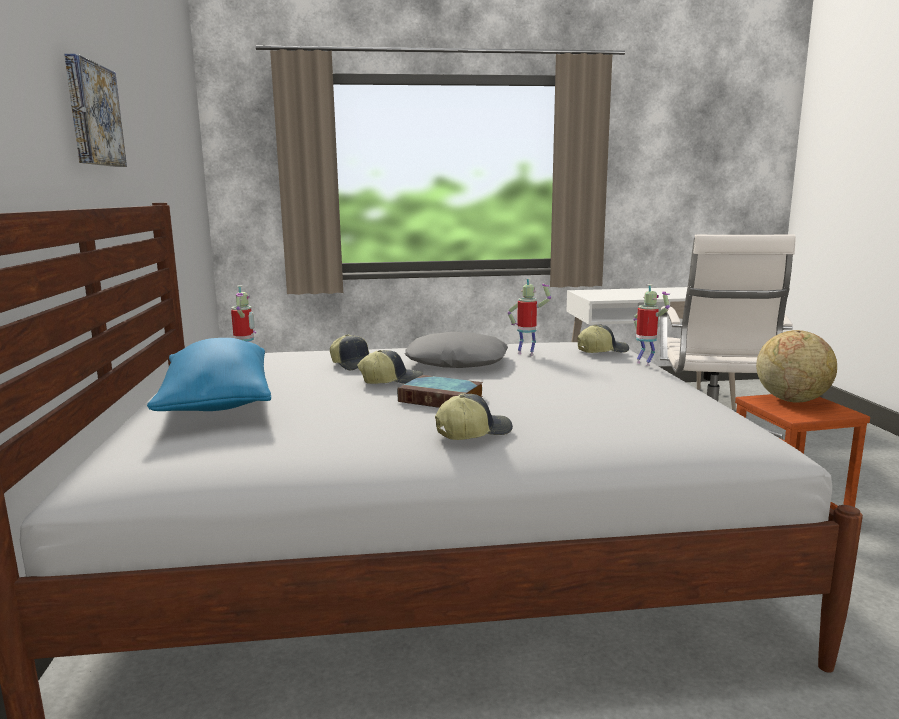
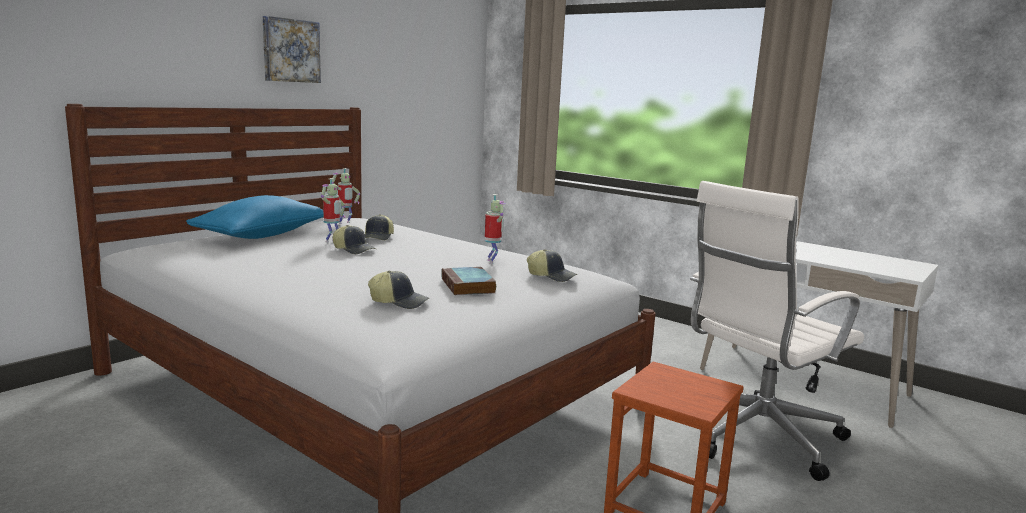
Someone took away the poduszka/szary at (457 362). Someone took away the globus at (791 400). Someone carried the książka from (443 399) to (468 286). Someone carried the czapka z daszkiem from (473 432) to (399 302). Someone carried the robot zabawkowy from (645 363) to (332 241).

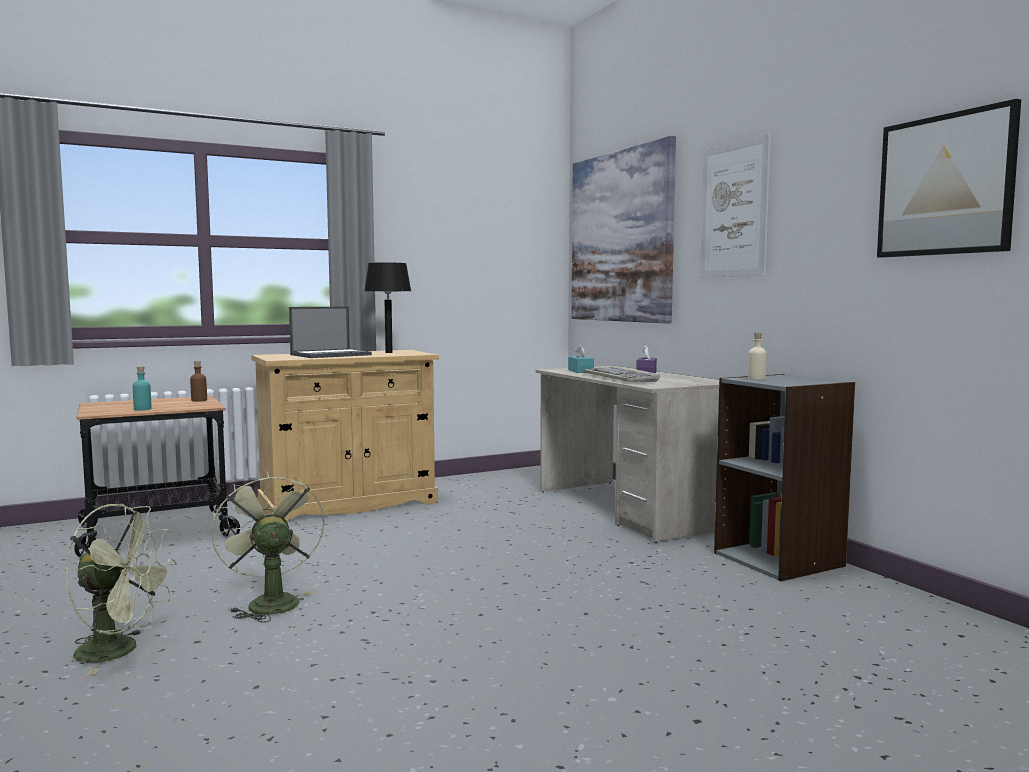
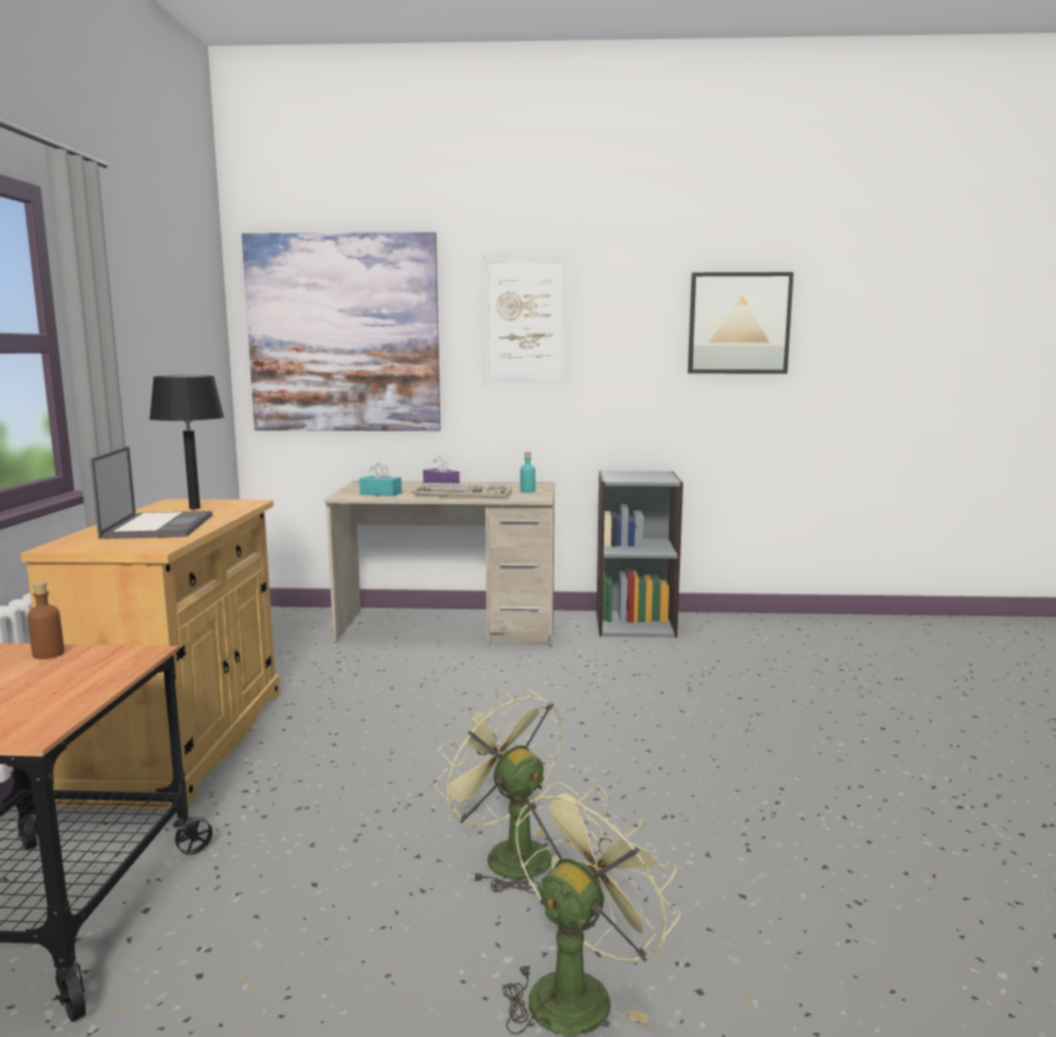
Someone took away the butelka/beżowy at (756 378). Someone carried the butelka/turkusowy from (142 409) to (527 491). Someone rotated the wentylator/zielony at (269 602) by 45 degrees clockwise.

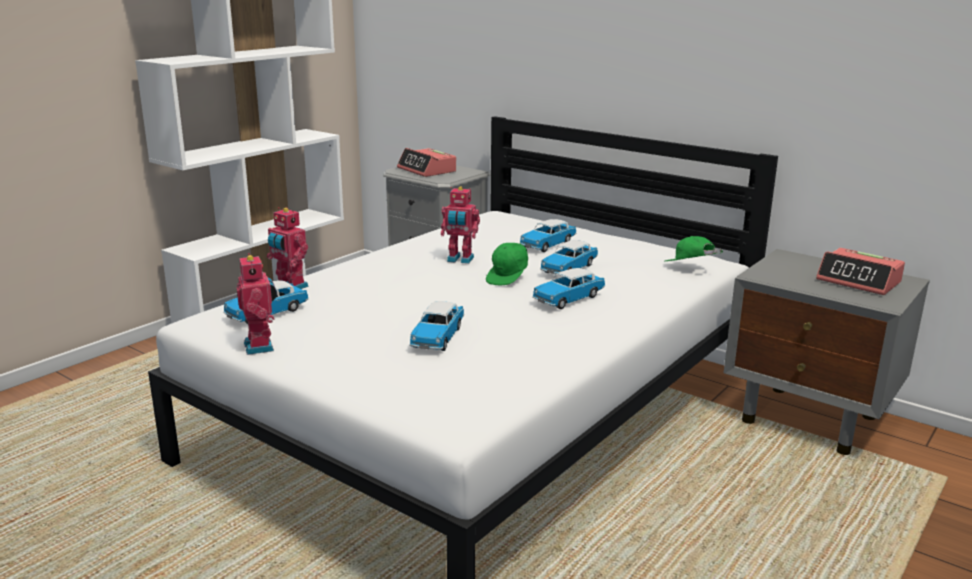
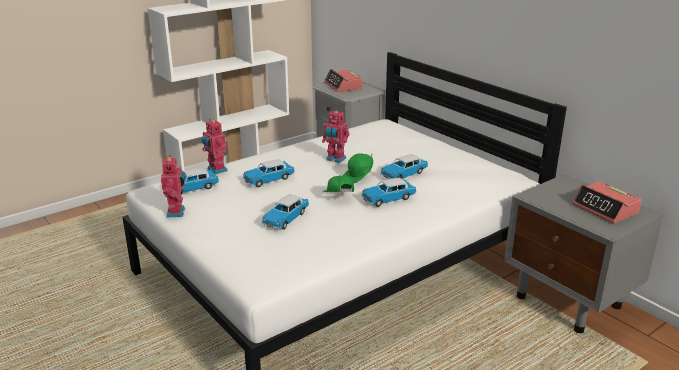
Someone carried the samochodzik from (547 245) to (268 180). Someone carried the czapka z daszkiem/zielony from (689 268) to (339 198).

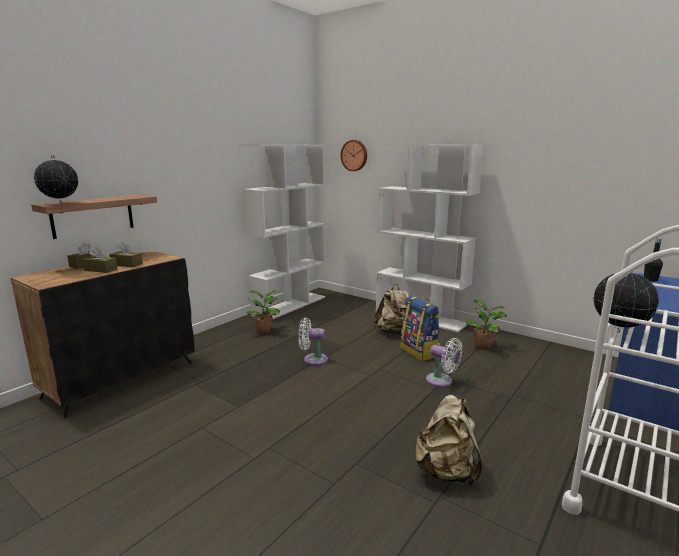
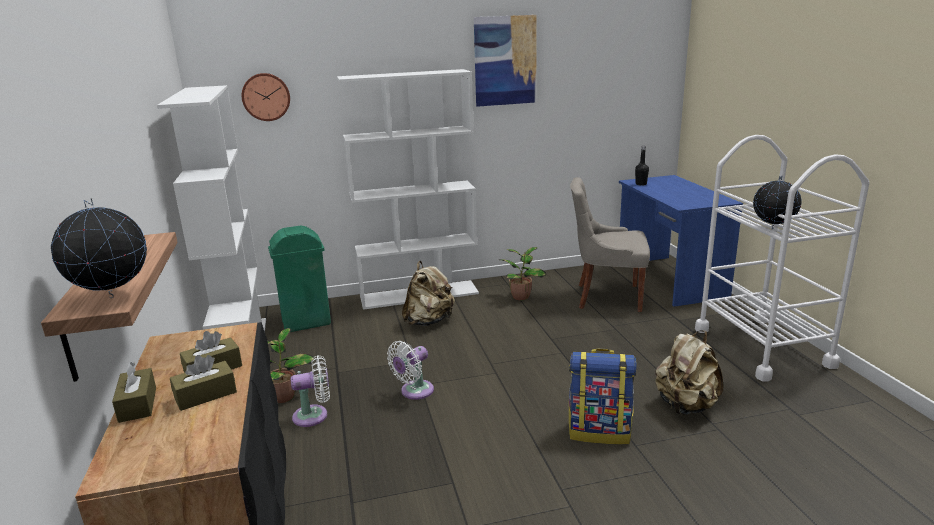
Someone put down the kosz na śmieci/zielony at (306 323). Someone put up the obraz at (505 61). Someone put down the krzesło/szary at (606 297). Someone carried the plecak from (420 352) to (600 431). Someone carried the wentylator/biały from (442 381) to (314 415).

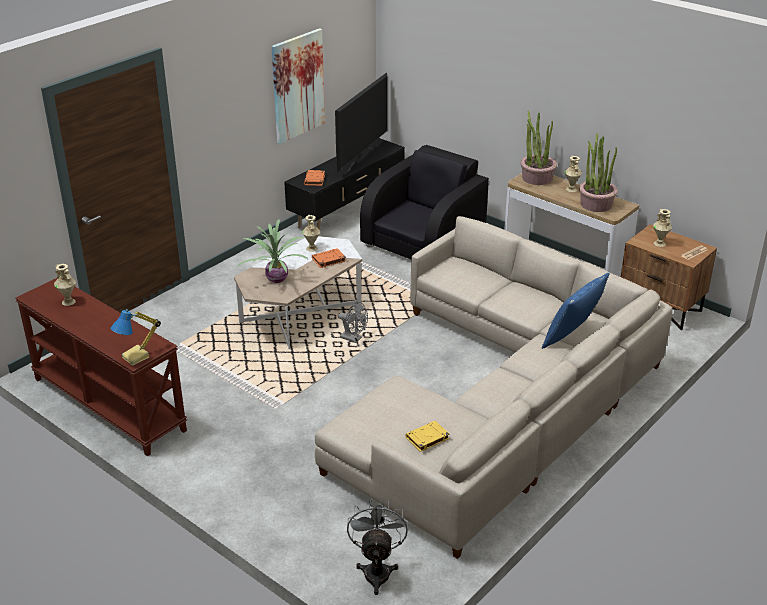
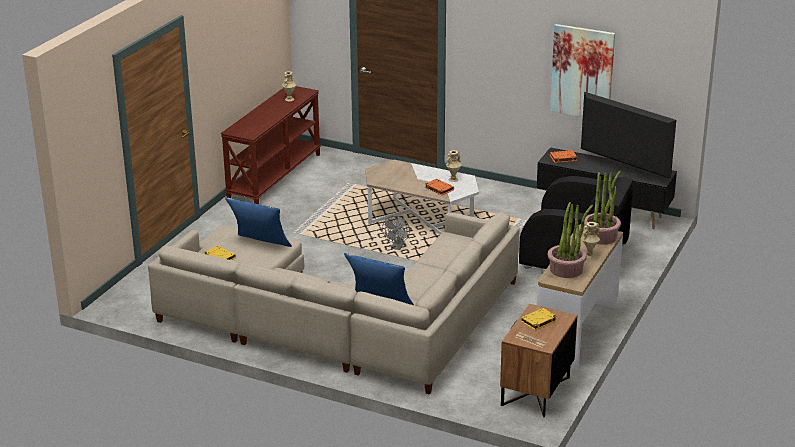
Someone took away the lampa stołowa at (136 357). Someone took away the roślina doniczkowa at (275 279). Someone took away the wentylator/szary at (377 570). Someone put down the poduszka/niebieski at (260 245). Someone swapped the wazon/beżowy at (660 243) for the książka/żółty at (538 321). Someone rotated the telewizor at (362 158) by 150 degrees counterclockwise.

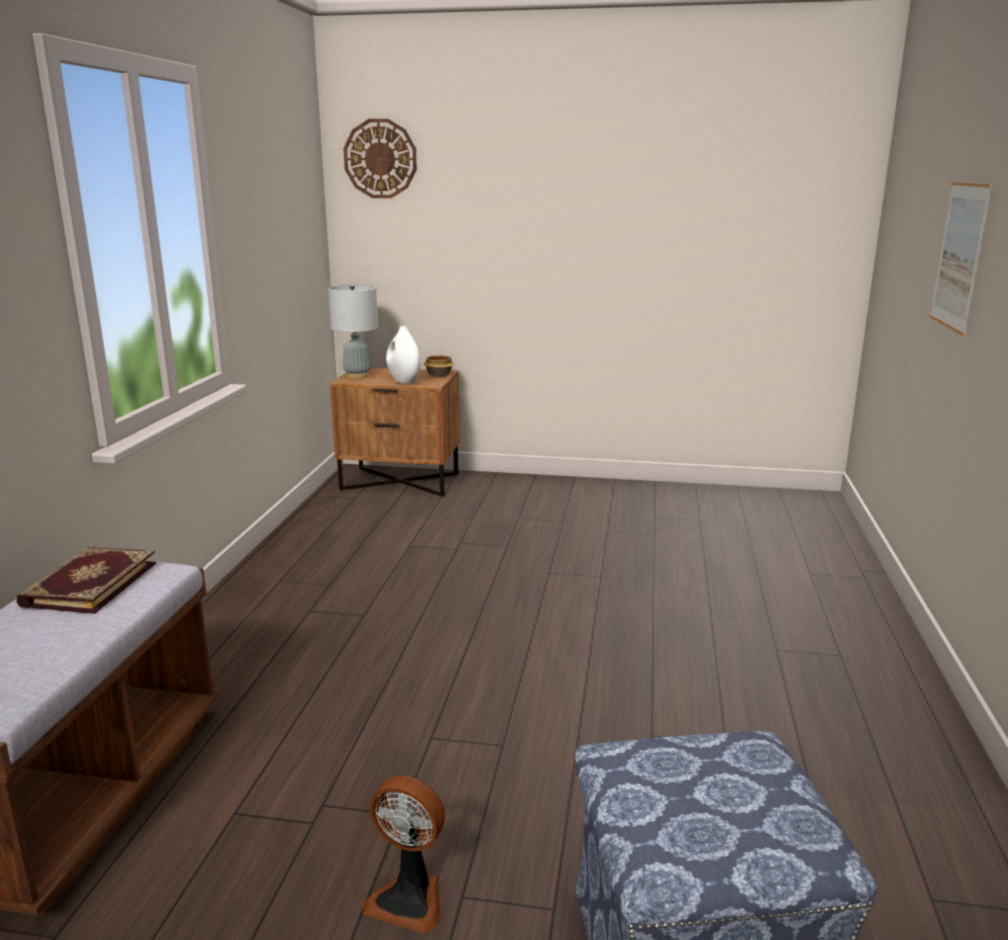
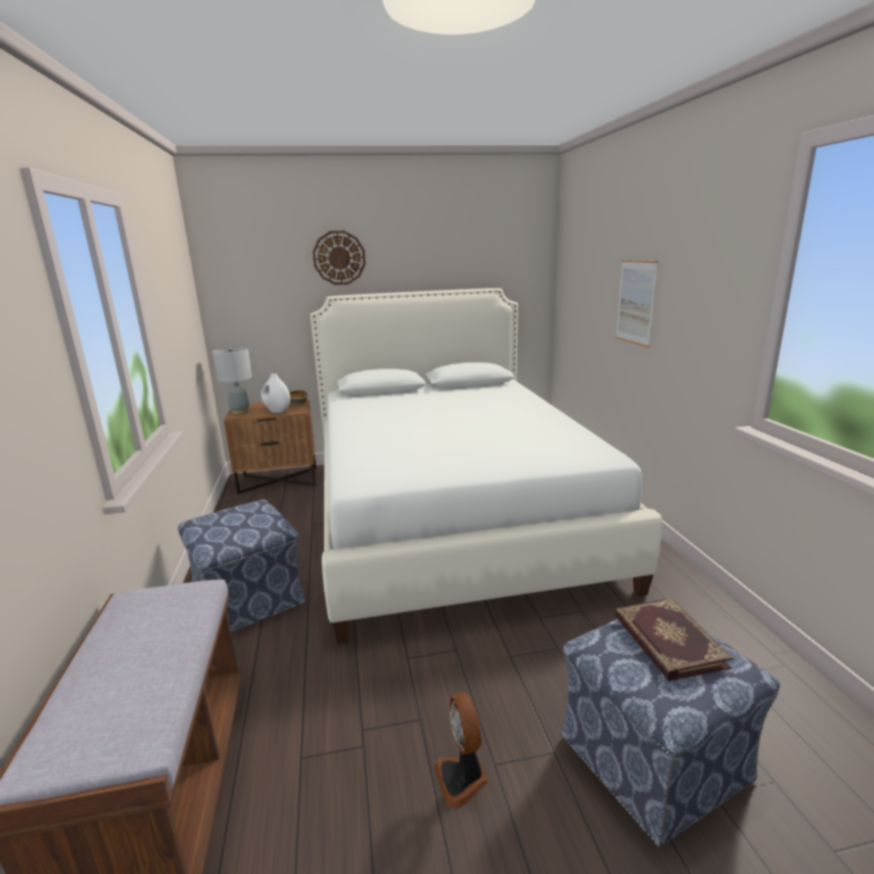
Someone put down the pufa at (249 600). Someone put down the łóżko/biały at (451 514). Someone carried the książka from (89 584) to (667 641). Someone carried the zegar ścienny from (380 159) to (339 258). Someone rotated the wentylator at (409 899) by 75 degrees clockwise.

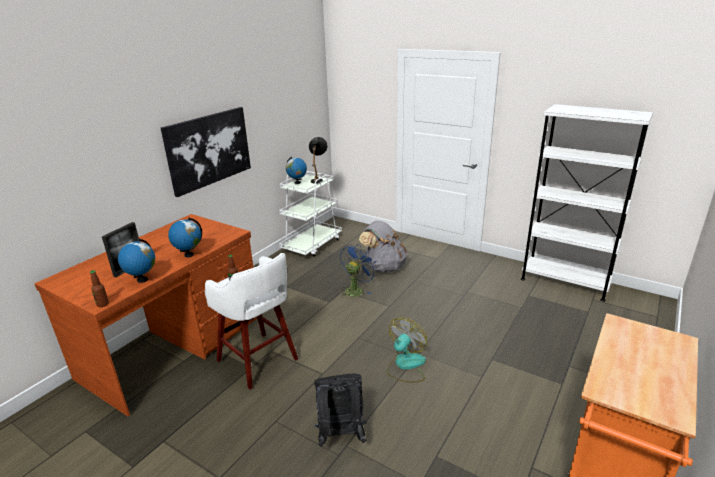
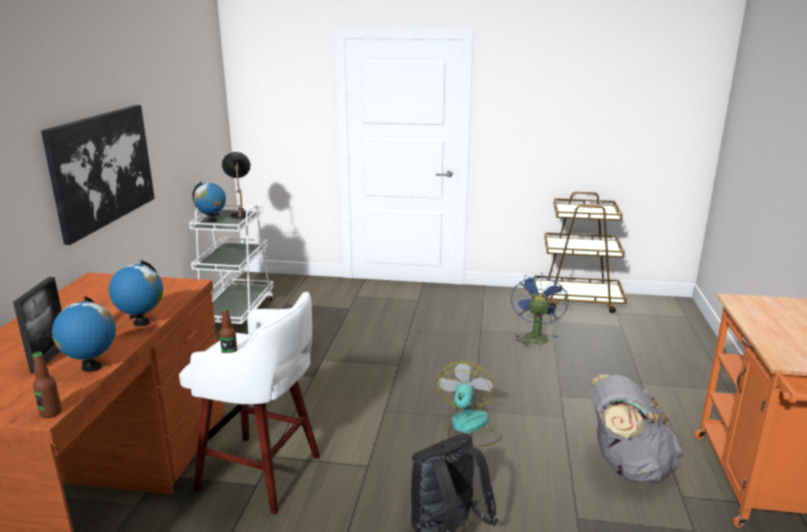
Someone carried the wentylator/niebieski from (356 289) to (535 336). Someone carried the plecak/szary from (384 267) to (626 465). Someone swapped the regał/biały at (564 282) for the wózek/brązowy at (577 300).

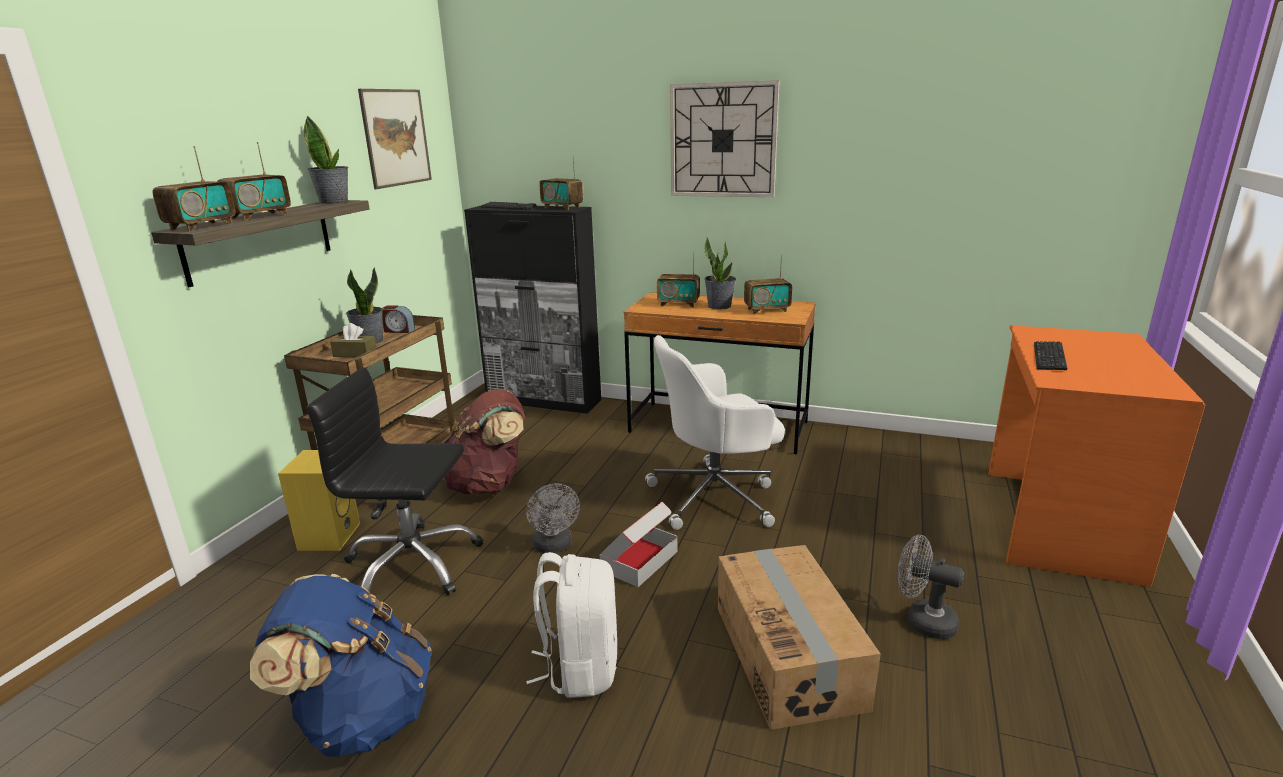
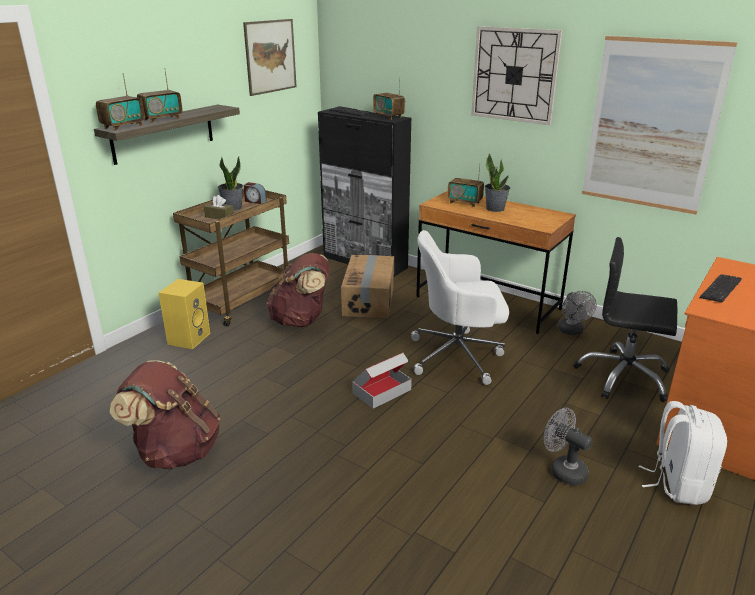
Someone took away the roślina doniczkowa at (334 202). Someone took away the radio at (766 310). Someone put up the obraz at (652 125). Someone carried the krzesło biurowe/czarny from (412 565) to (623 377). Someone carried the wentylator/szary from (554 546) to (572 331). Someone carried the plecak/biały from (580 668) to (677 484). Someone carried the karton from (789 655) to (369 299). Someone repainted the plecak/niebieski at (361 716), which became the plecak/brązowy at (176 451).

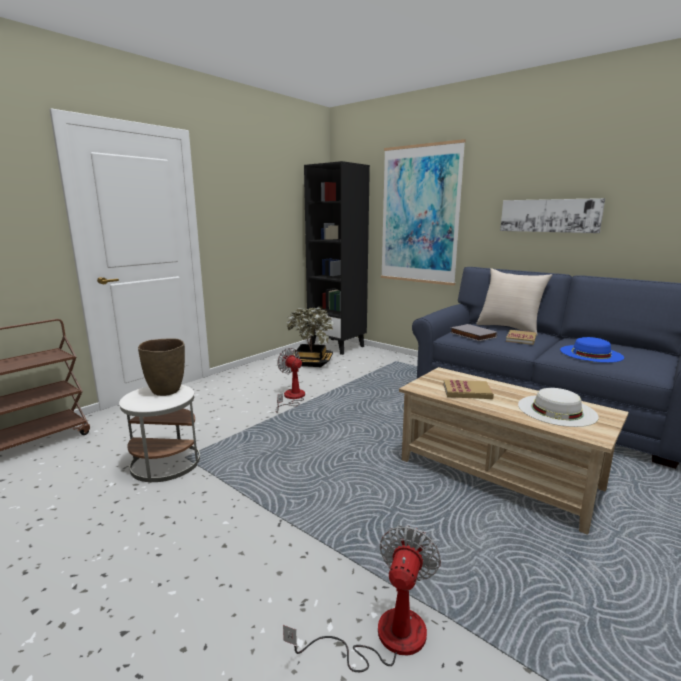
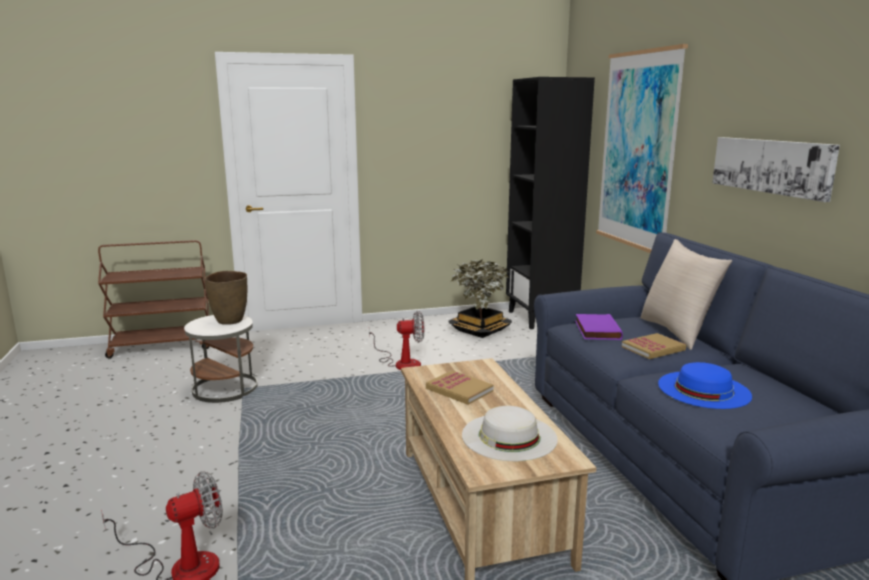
Someone repainted the książka/szary at (471 335), which became the książka/fioletowy at (596 330). Someone rotated the wentylator at (292 398) by 90 degrees clockwise.

